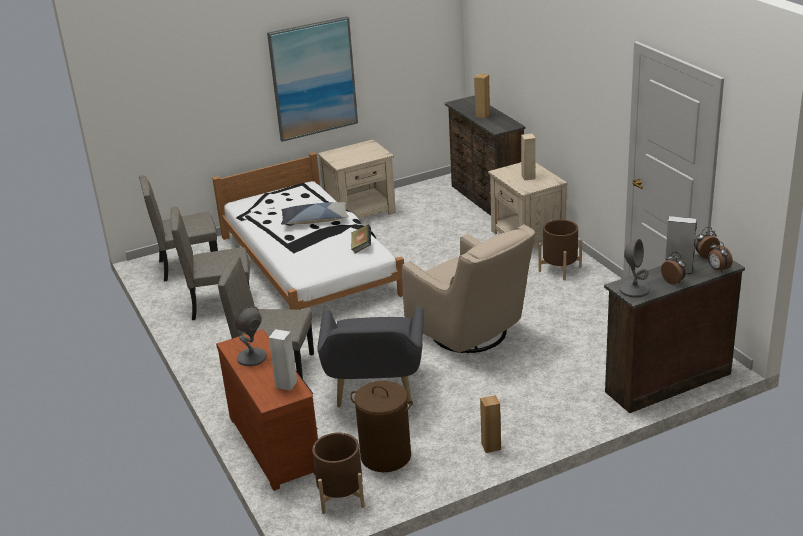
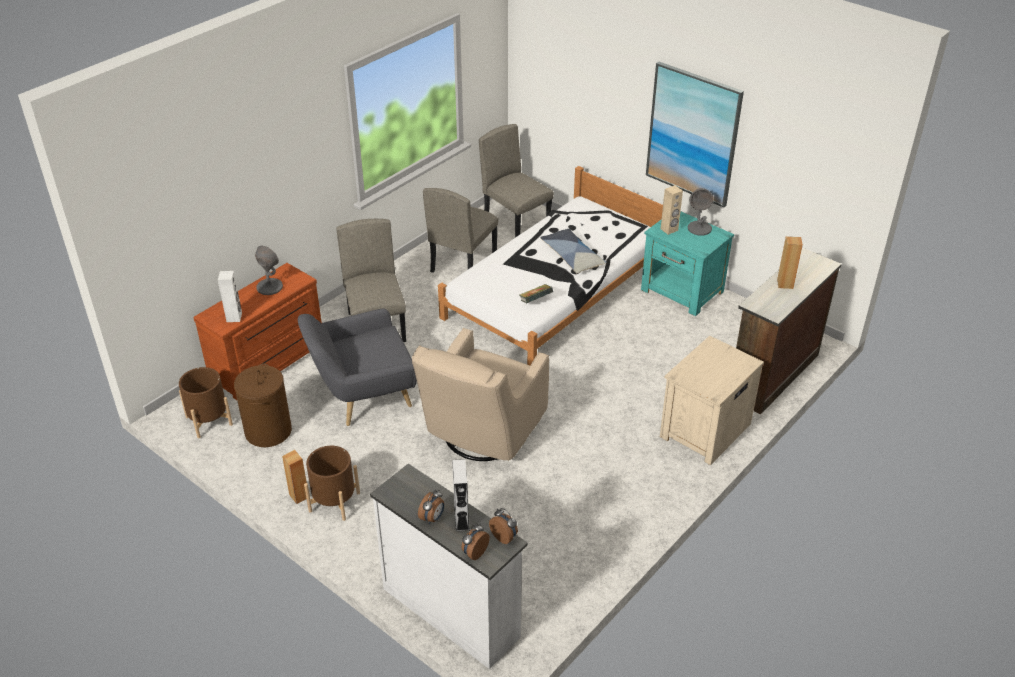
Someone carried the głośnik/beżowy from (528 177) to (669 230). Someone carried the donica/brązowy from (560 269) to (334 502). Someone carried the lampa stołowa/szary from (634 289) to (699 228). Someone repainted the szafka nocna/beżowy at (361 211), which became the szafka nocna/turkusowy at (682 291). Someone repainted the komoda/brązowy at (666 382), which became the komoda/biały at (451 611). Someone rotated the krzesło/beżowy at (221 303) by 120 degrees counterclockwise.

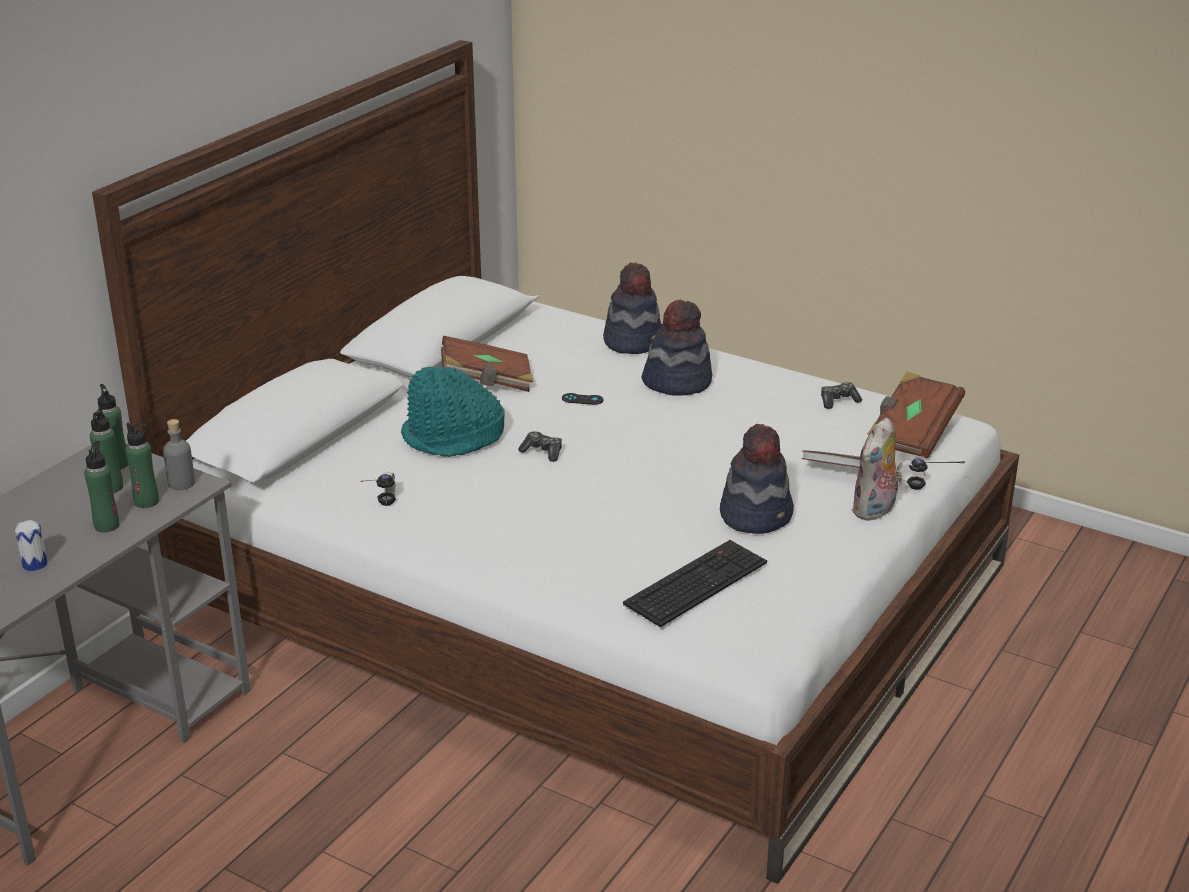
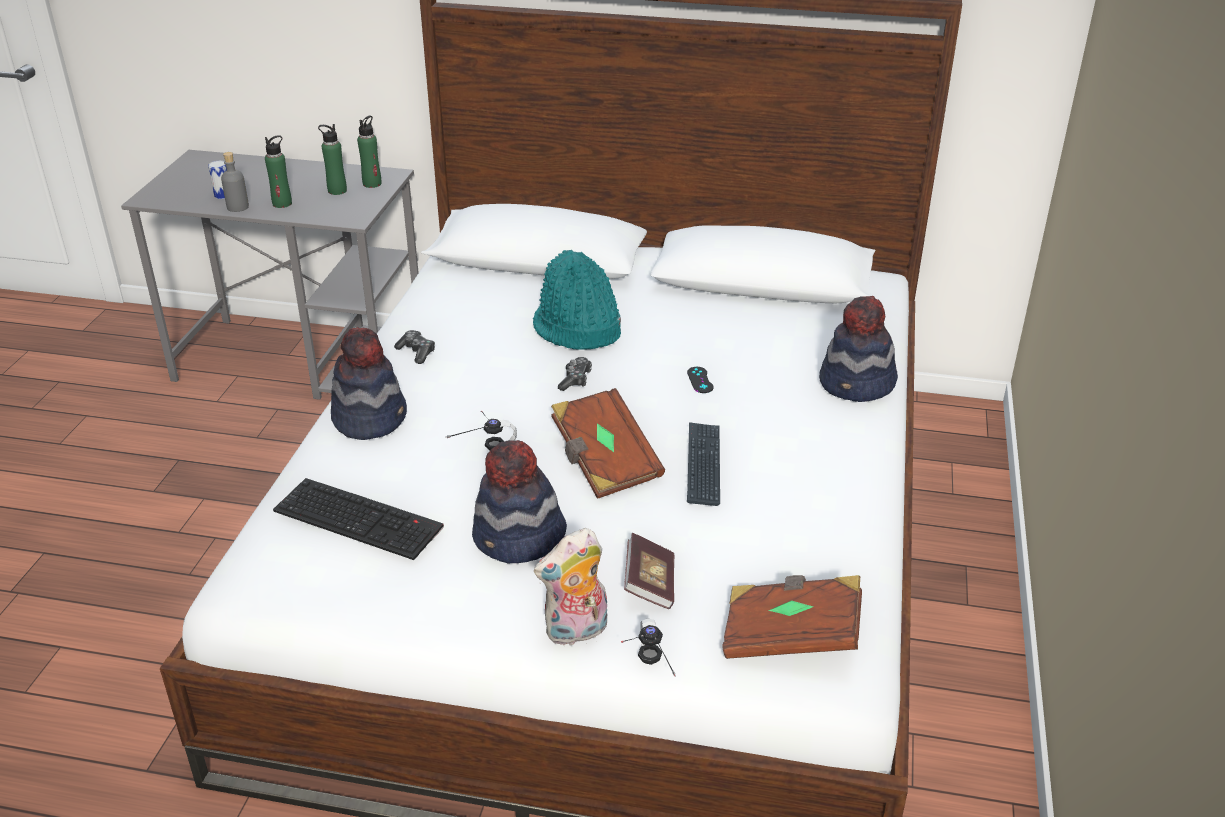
Someone took away the butelka/zielony at (146 502). Someone put down the klawiatura at (703 464). Someone carried the butelka/szary from (181 483) to (238 207). Someone carried the słuchawki from (378 509) to (481 446). Someone carried the książka/brązowy from (487 381) to (604 462). Someone carried the kapelusz from (677 382) to (370 418). Someone carried the pad do gier from (838 401) to (416 352). Someone rotated the pluszak at (875 511) by 45 degrees counterclockwise.

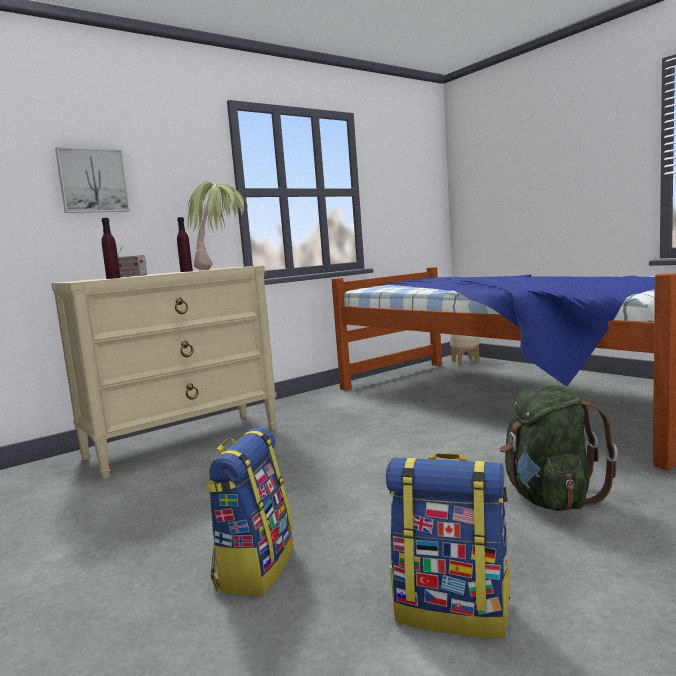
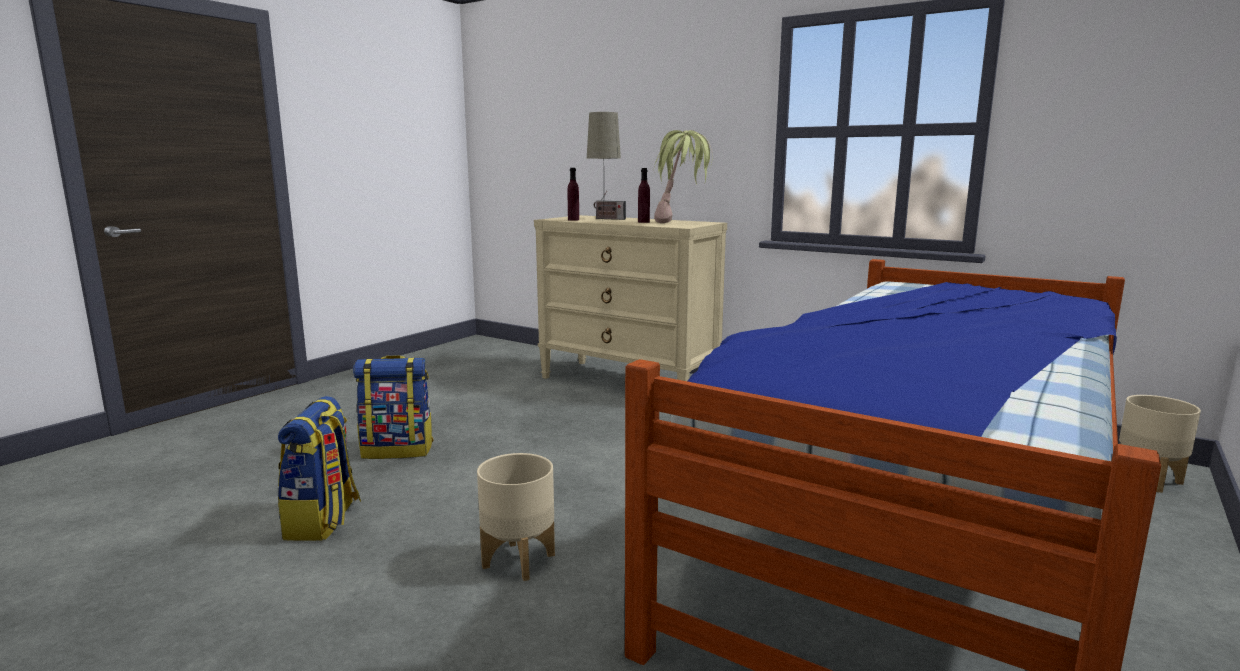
Someone took away the obraz at (92 181). Someone put down the lampa stołowa/beżowy at (604 221). Someone swapped the plecak/zielony at (550 498) for the donica/beżowy at (518 561).

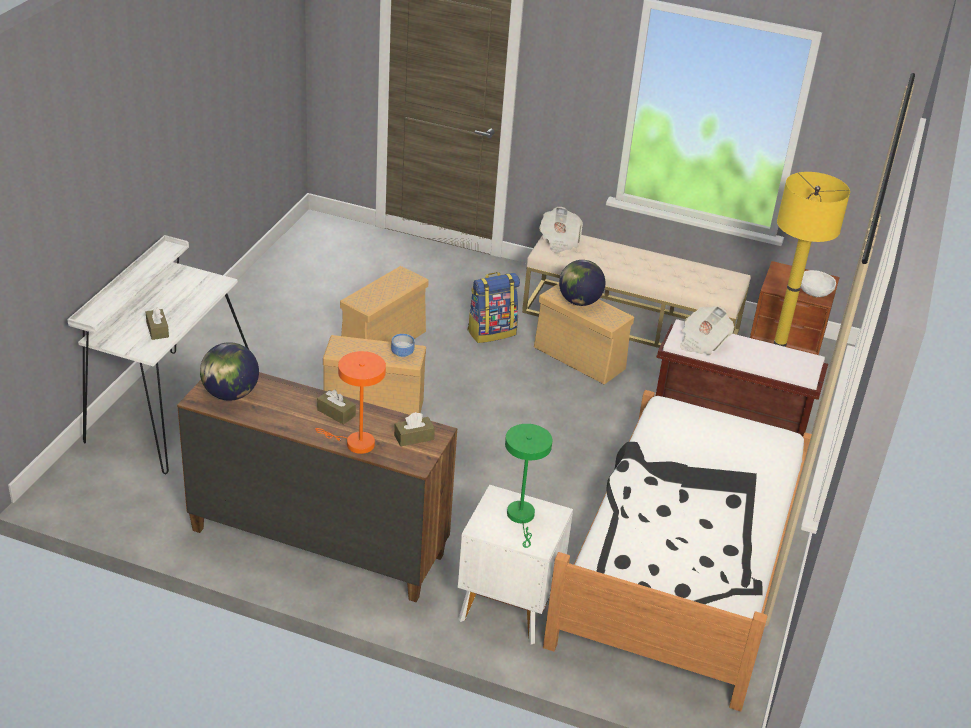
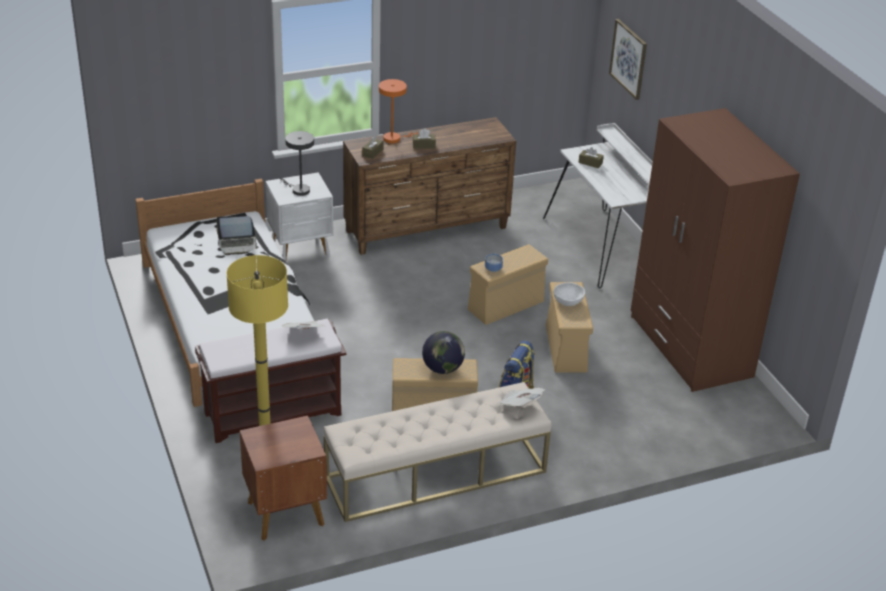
Someone took away the globus at (230 394). Someone put down the laptop at (238 245). Someone put up the obraz at (628 58). Someone put down the szafa/brązowy at (689 347). Someone carried the miska/biały from (814 292) to (568 301). Someone repainted the lampa stołowa/zielony at (522 517), which became the lampa stołowa/szary at (298 190).

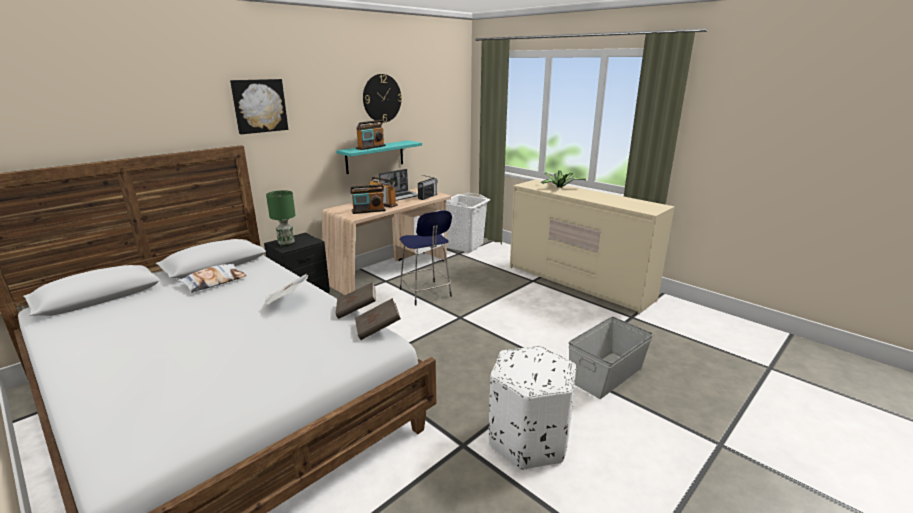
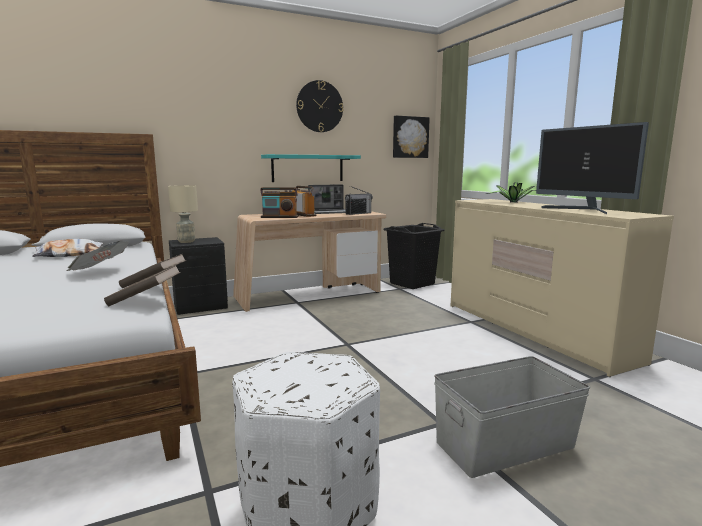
Someone took away the radio at (371 147). Someone took away the stołek/niebieski at (426 293). Someone put down the monitor at (583 210). Someone carried the obraz from (259 106) to (410 137). Someone repainted the lampa stołowa/zielony at (286 244), which became the lampa stołowa/beżowy at (186 241). Someone repainted the kosz na pranie/biały at (465 246), which became the kosz na pranie/czarny at (412 283).

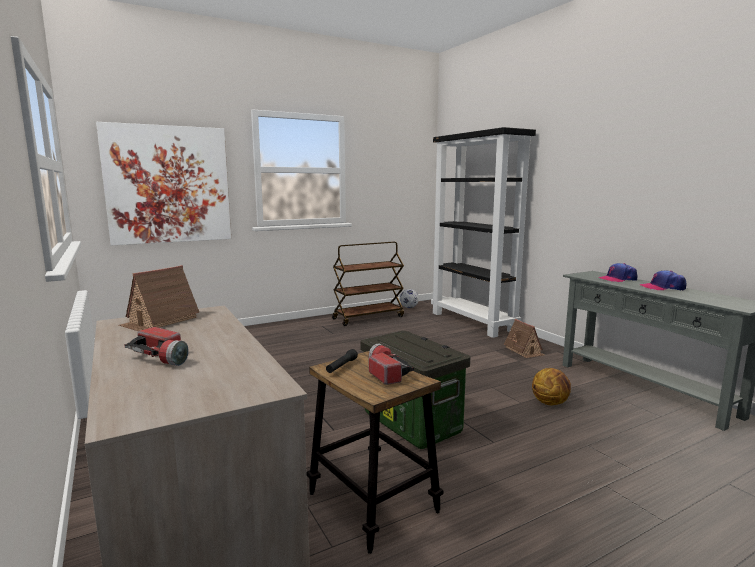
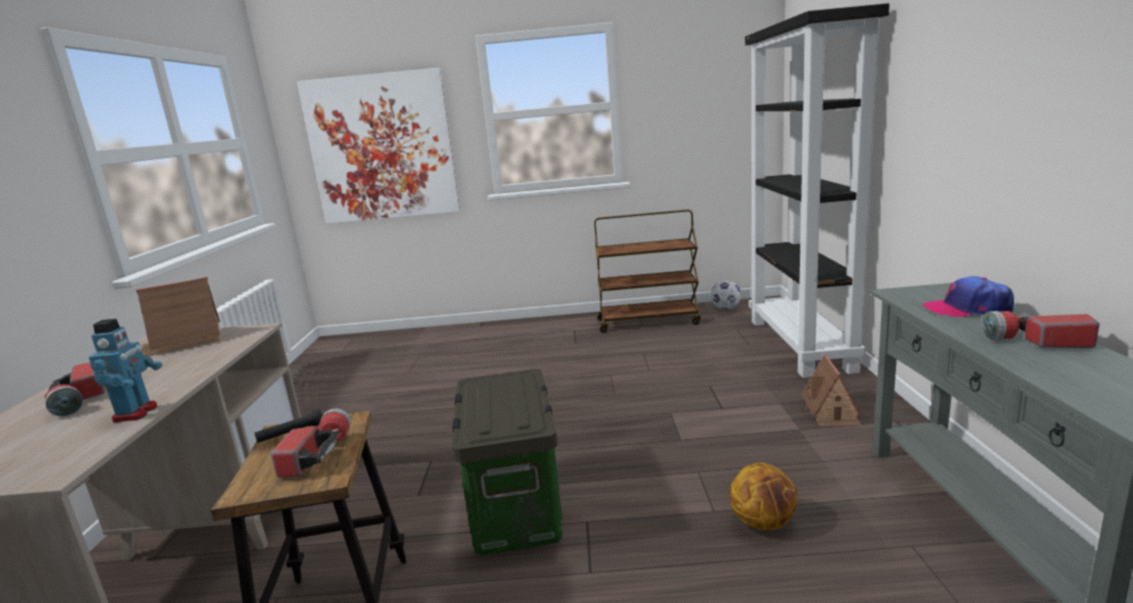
Someone put down the robot zabawkowy at (136 413). Someone swapped the czapka z daszkiem at (662 287) for the latarka at (1036 341).

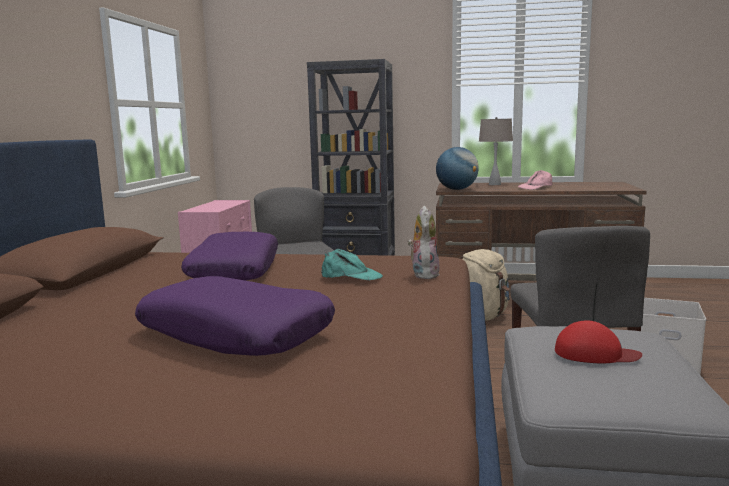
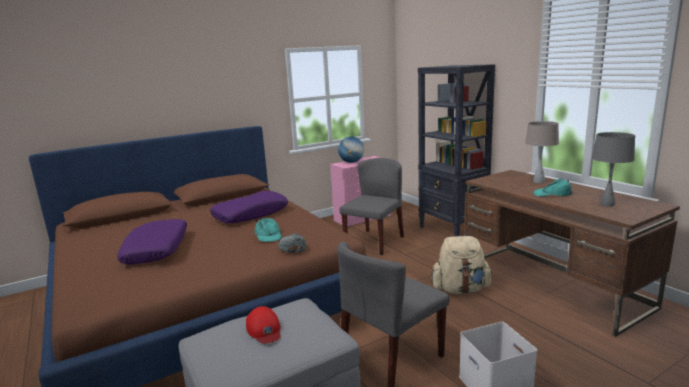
Someone put down the lampa stołowa/szary at (607 204). Someone carried the globus from (457 189) to (351 162). Someone swapped the pluszak at (423 274) for the czapka z daszkiem/szary at (292 247). Someone repainted the czapka z daszkiem/różowy at (536 187), which became the czapka z daszkiem/turkusowy at (552 194).

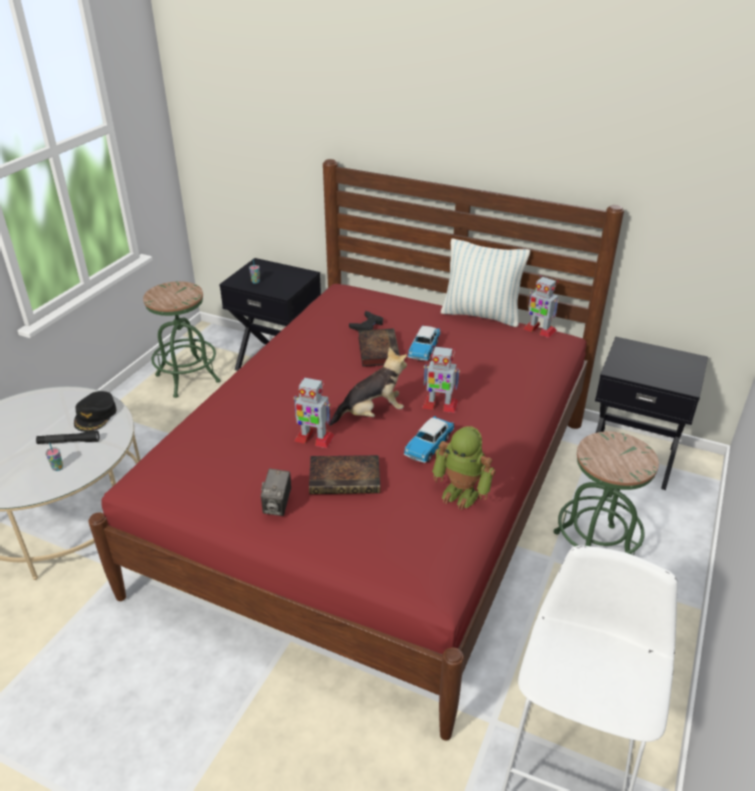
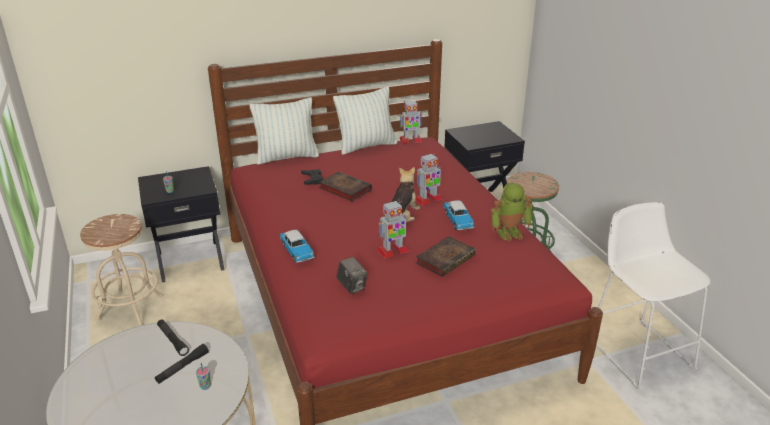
Someone put down the poduszka at (287 157). Someone carried the aparat fotograficzny from (277 505) to (352 286). Someone carried the samochodzik from (424 349) to (297 251). Someone swapped the czapka z daszkiem/czarny at (96 415) for the latarka/czarny at (172 340). Someone repainted the stołek/zielony at (187 378), which became the stołek/beżowy at (130 307).

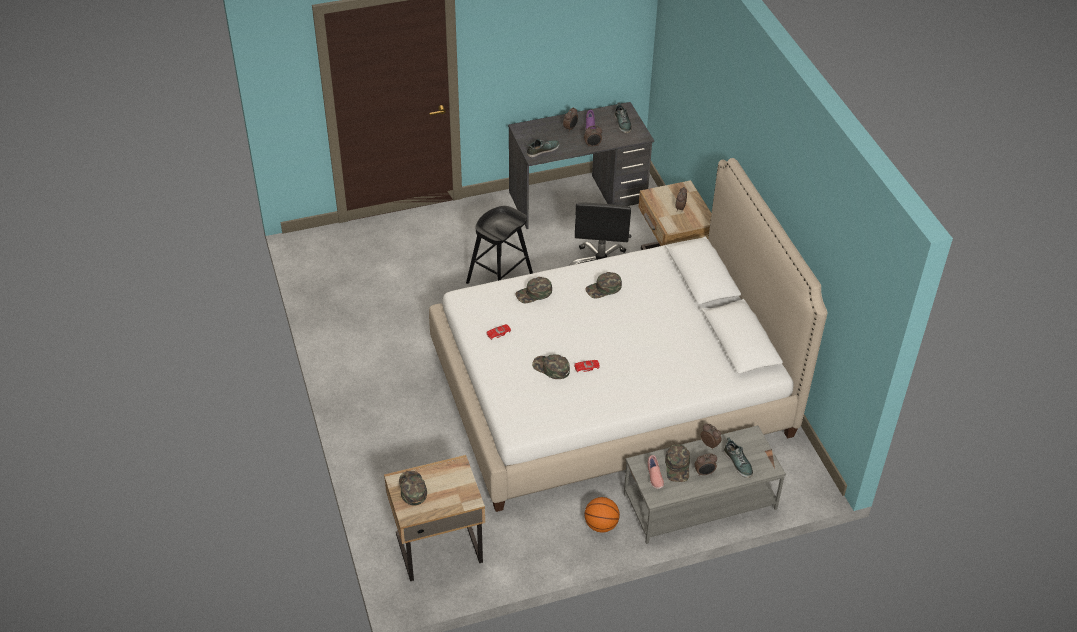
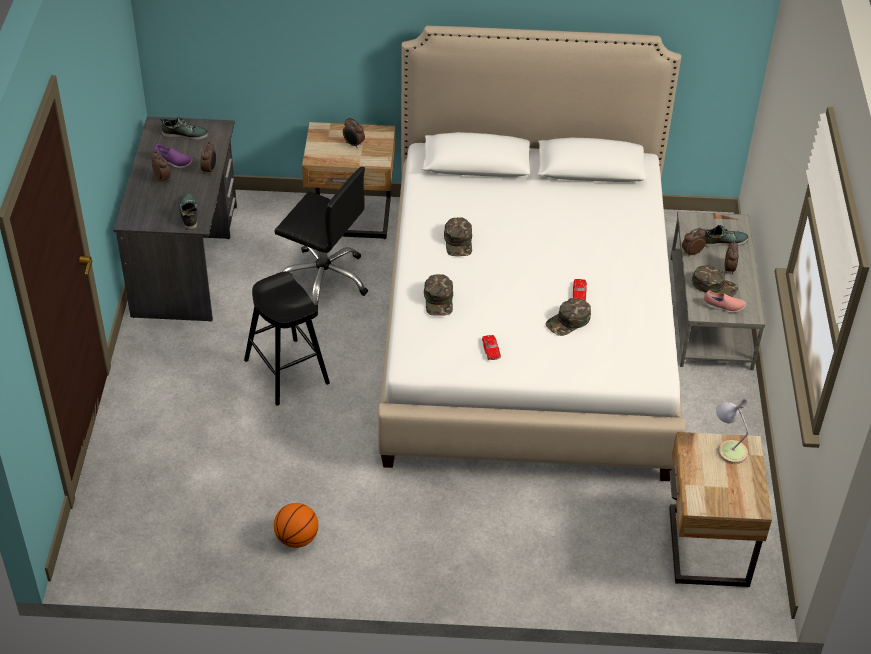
Someone took away the czapka z daszkiem/zielony at (412 489). Someone put down the lampa stołowa at (727 448). Someone carried the piłka do koszykówki from (601 525) to (297 538).

